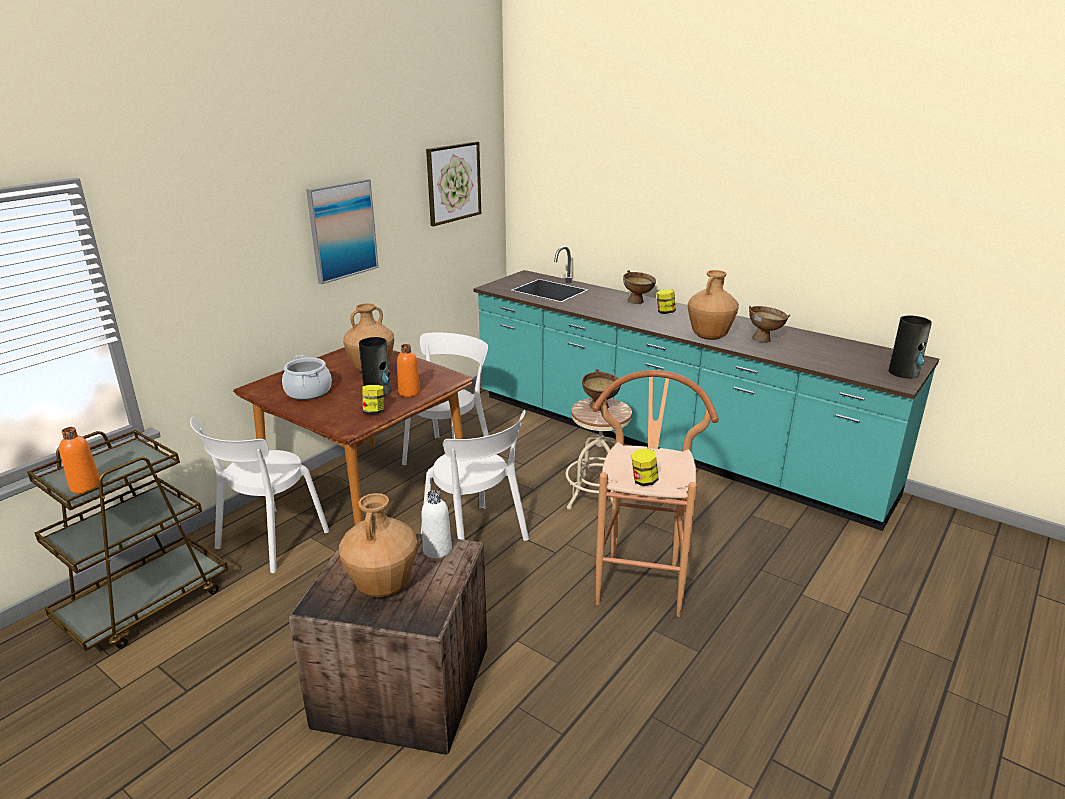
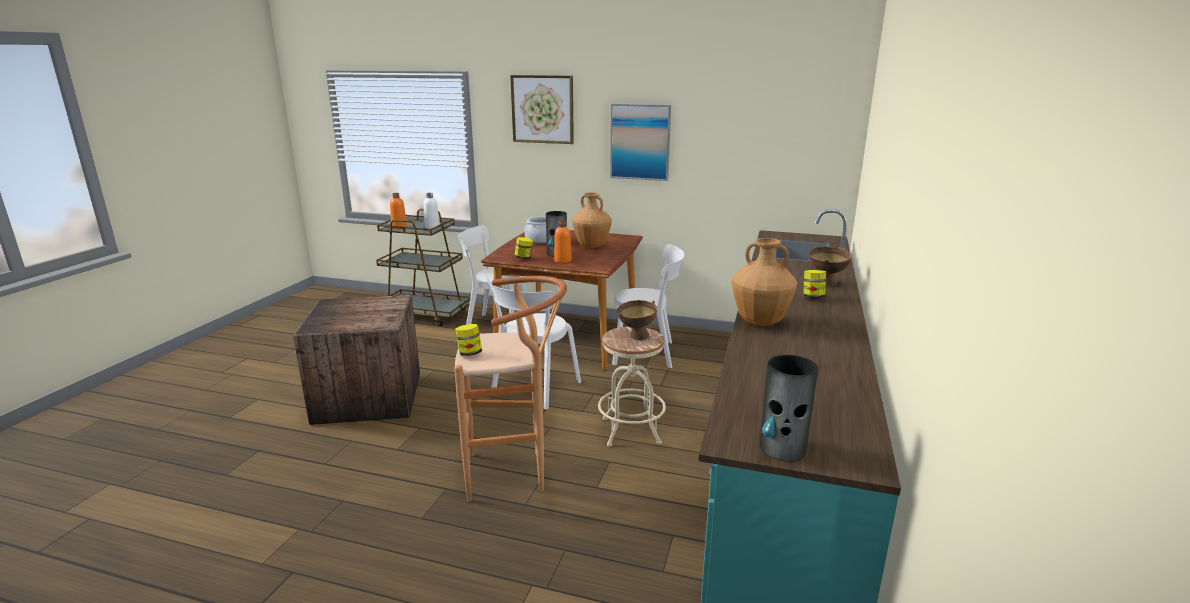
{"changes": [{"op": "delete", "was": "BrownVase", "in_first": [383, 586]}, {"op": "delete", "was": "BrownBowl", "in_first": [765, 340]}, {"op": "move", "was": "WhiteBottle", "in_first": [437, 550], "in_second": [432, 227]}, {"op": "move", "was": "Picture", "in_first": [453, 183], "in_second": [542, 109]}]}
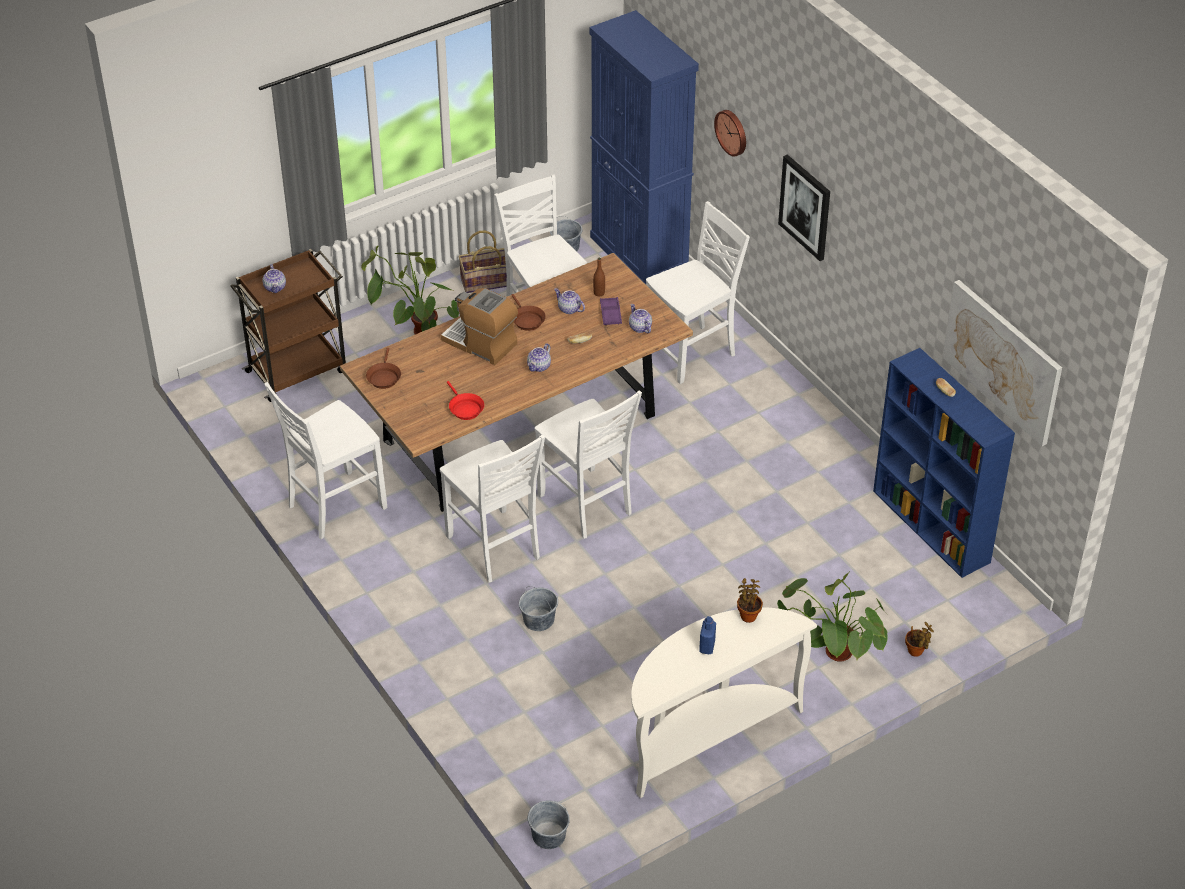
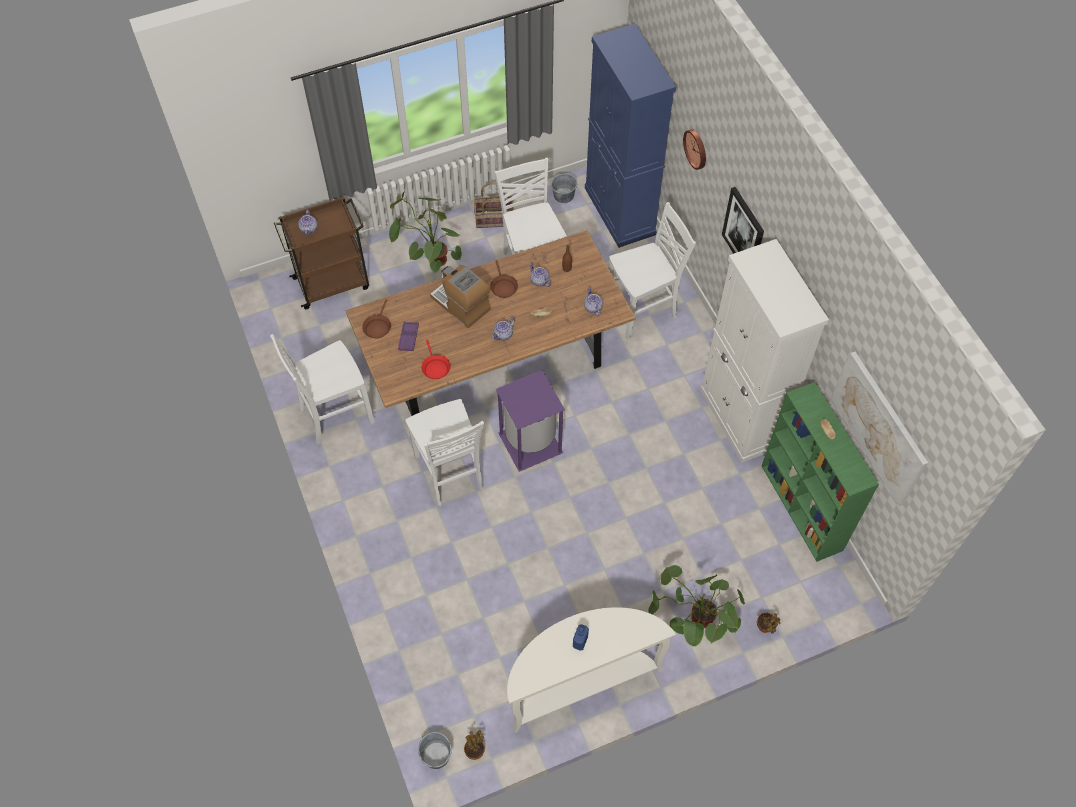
{"changes": [{"op": "delete", "was": "GreyBucket", "in_first": [539, 620]}, {"op": "insert", "now": "WhiteCabinet", "in_second": [740, 418]}, {"op": "move", "was": "PurpleTray", "in_first": [610, 314], "in_second": [408, 338]}, {"op": "move", "was": "PottedPlant", "in_first": [748, 615], "in_second": [475, 751]}, {"op": "replace", "was": "WhiteChair", "now": "PurpleTrashCan", "in_first": [586, 505], "in_second": [530, 444]}, {"op": "recolor", "was": "BlueBookcase", "now": "GreenBookcase", "in_first": [932, 527], "in_second": [802, 508]}]}
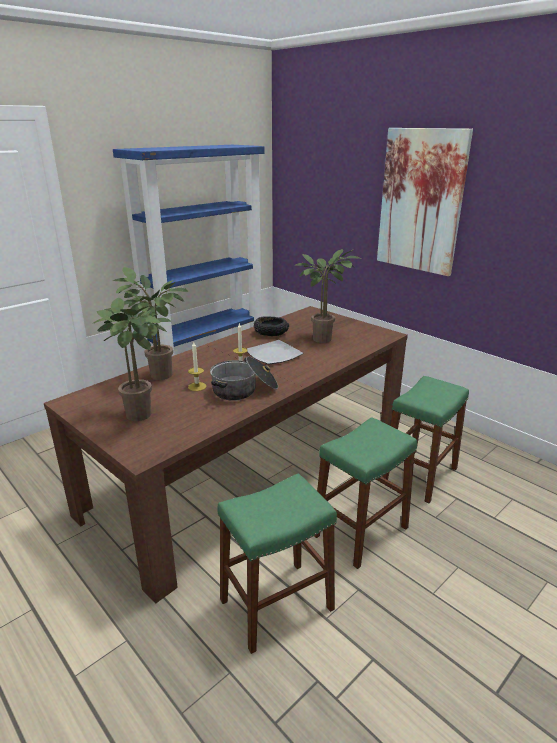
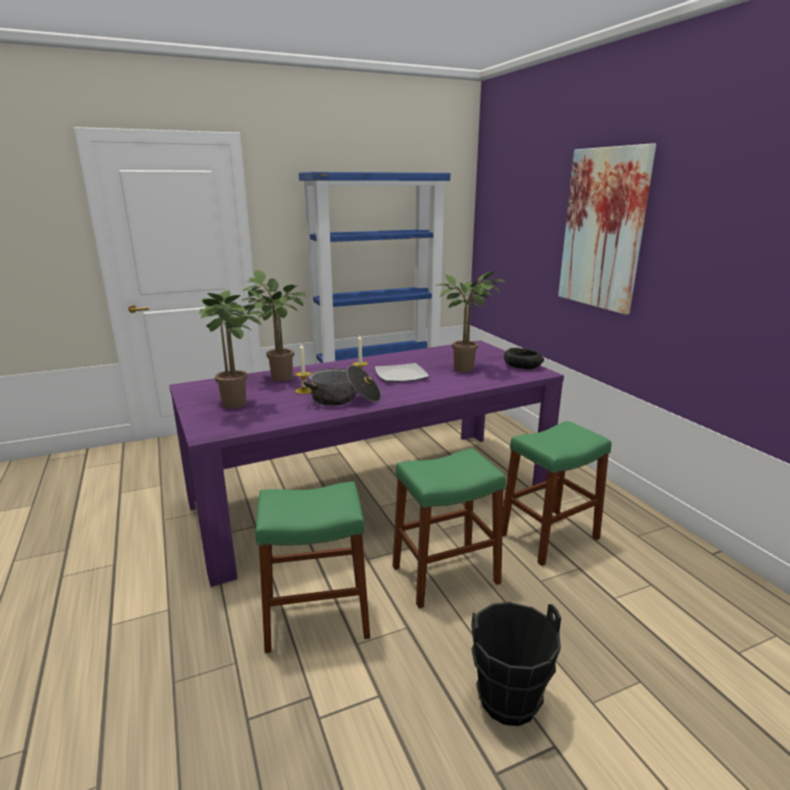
{"changes": [{"op": "insert", "now": "BlackBucket", "in_second": [509, 701]}, {"op": "move", "was": "BlackBowl", "in_first": [270, 333], "in_second": [522, 366]}, {"op": "recolor", "was": "BrownDiningTable", "now": "PurpleDiningTable", "in_first": [253, 467], "in_second": [373, 493]}]}
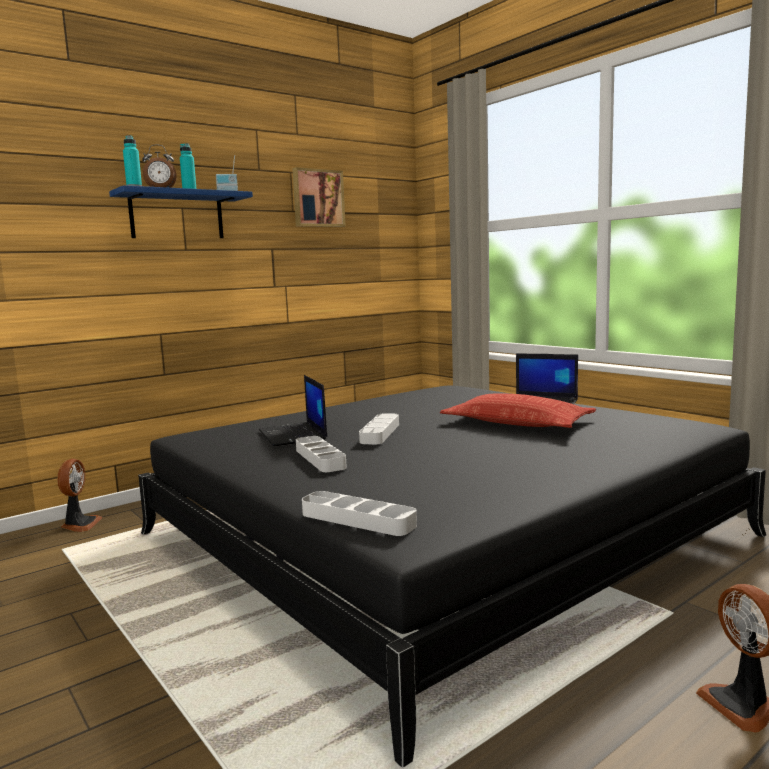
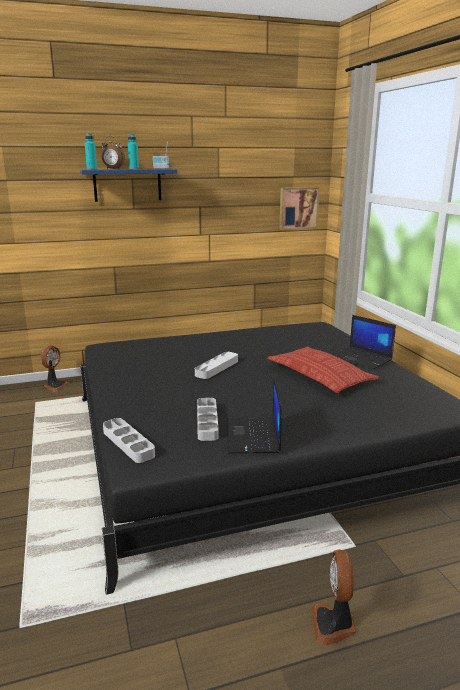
{"changes": [{"op": "move", "was": "Laptop", "in_first": [293, 435], "in_second": [253, 436]}, {"op": "move", "was": "Picture", "in_first": [317, 198], "in_second": [298, 208]}, {"op": "move", "was": "GreyTray", "in_first": [320, 458], "in_second": [207, 422]}]}
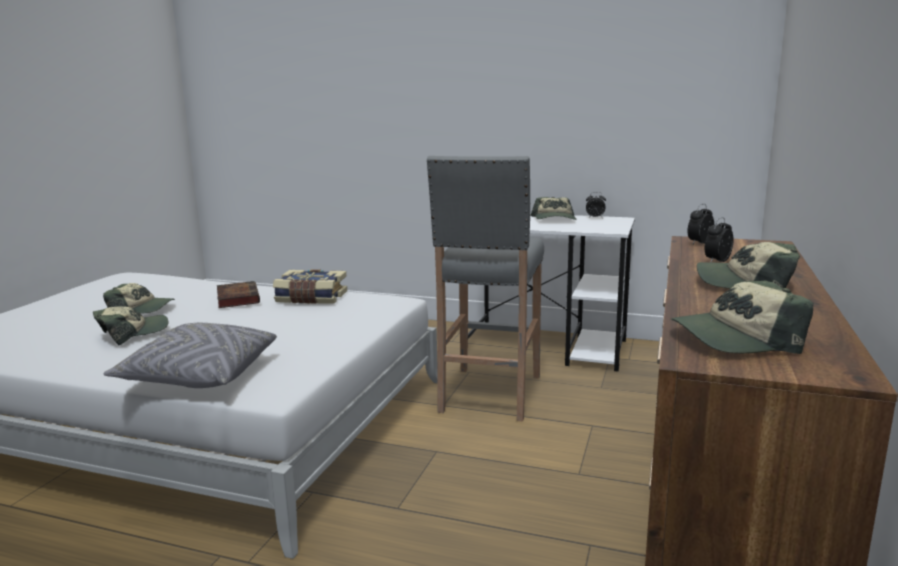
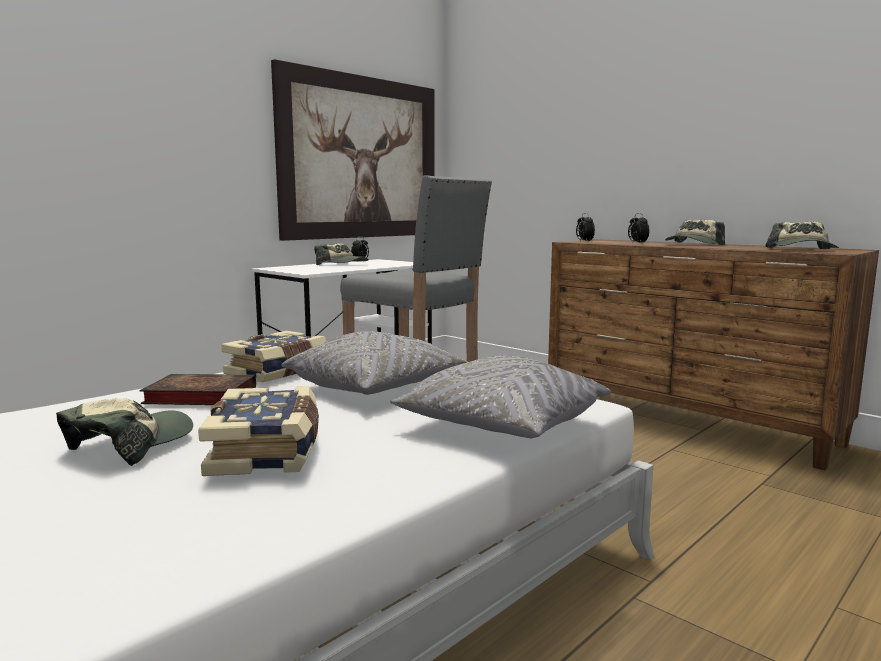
{"changes": [{"op": "insert", "now": "Picture", "in_second": [361, 158]}, {"op": "insert", "now": "GreyPillow", "in_second": [376, 389]}, {"op": "replace", "was": "Cap", "now": "Book", "in_first": [132, 333], "in_second": [268, 451]}]}
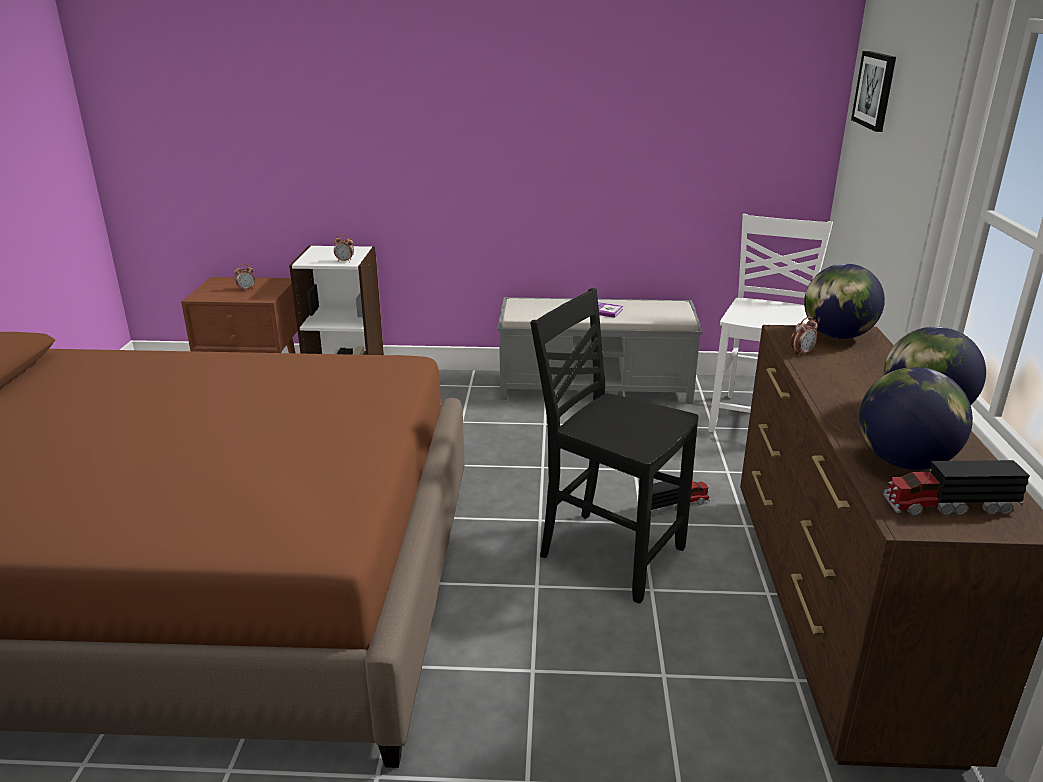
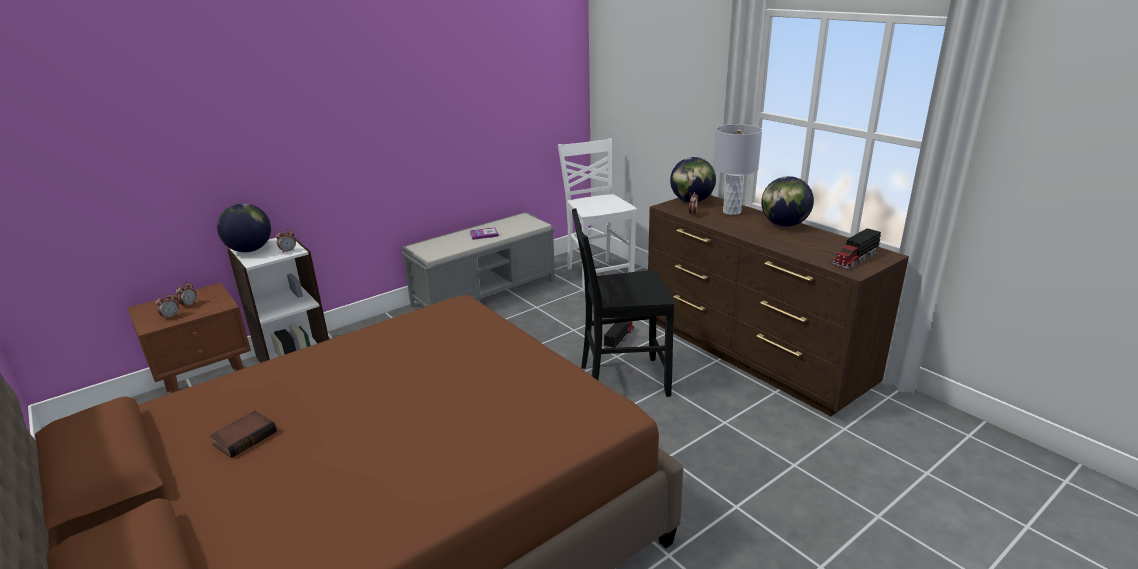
{"changes": [{"op": "delete", "was": "Picture", "in_first": [875, 90]}, {"op": "insert", "now": "AlarmClock", "in_second": [170, 317]}, {"op": "insert", "now": "Book", "in_second": [245, 437]}, {"op": "insert", "now": "GreyTableLamp", "in_second": [731, 212]}, {"op": "move", "was": "Globe", "in_first": [903, 462], "in_second": [250, 250]}]}
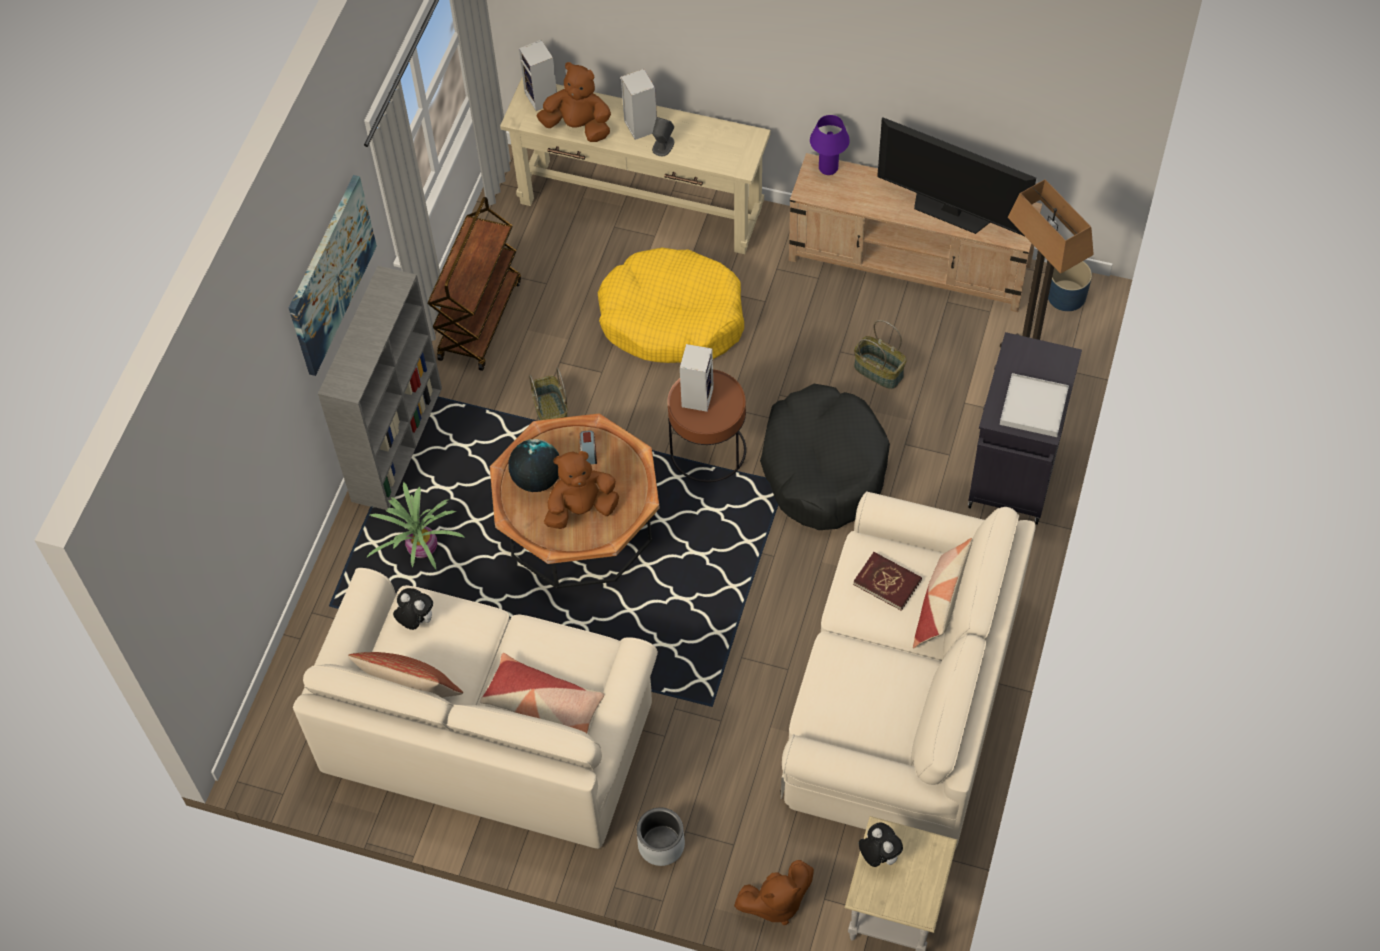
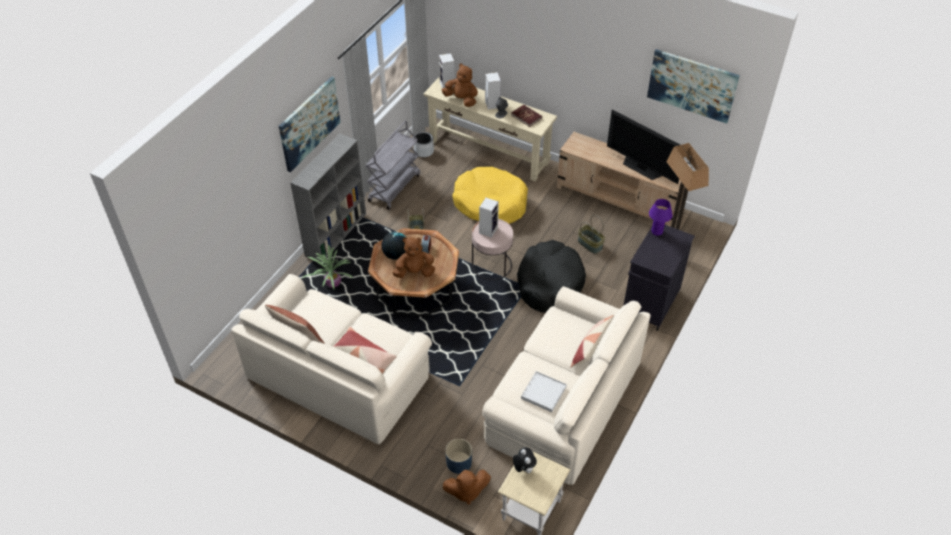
{"changes": [{"op": "delete", "was": "PlushToy", "in_first": [416, 620]}, {"op": "insert", "now": "Picture", "in_second": [692, 85]}, {"op": "move", "was": "GreyPlanter", "in_first": [661, 845], "in_second": [423, 151]}, {"op": "move", "was": "PurpleTableLamp", "in_first": [828, 168], "in_second": [657, 231]}, {"op": "move", "was": "RedBook", "in_first": [887, 582], "in_second": [526, 116]}, {"op": "move", "was": "WhiteTray", "in_first": [1033, 407], "in_second": [543, 392]}, {"op": "move", "was": "BluePlanter", "in_first": [1066, 296], "in_second": [458, 462]}, {"op": "recolor", "was": "BrownCart", "now": "GreyCart", "in_first": [479, 319], "in_second": [394, 187]}, {"op": "recolor", "was": "BrownSideTable", "now": "PinkSideTable", "in_first": [708, 450], "in_second": [491, 265]}]}
